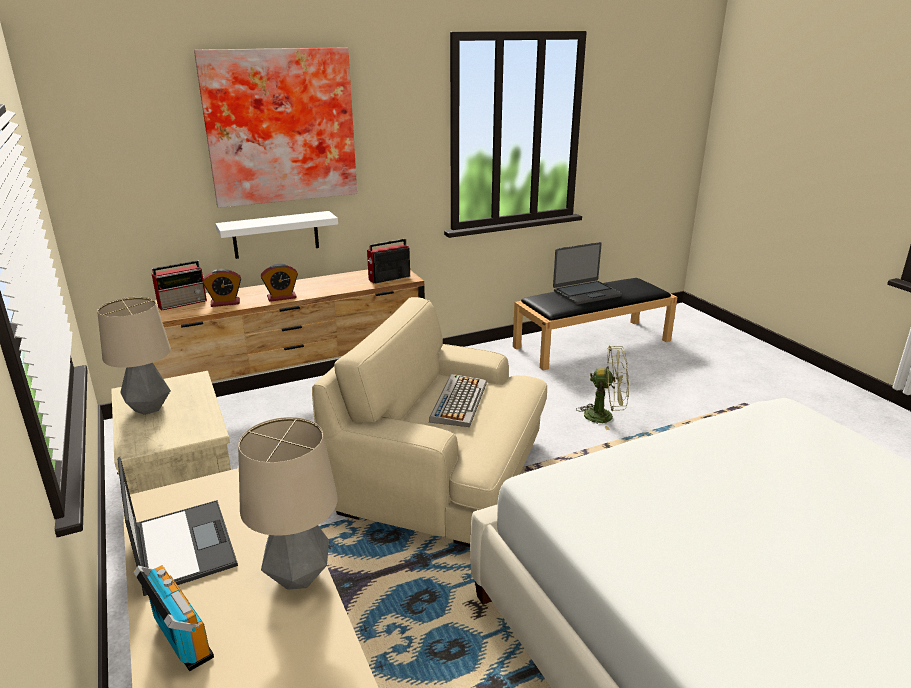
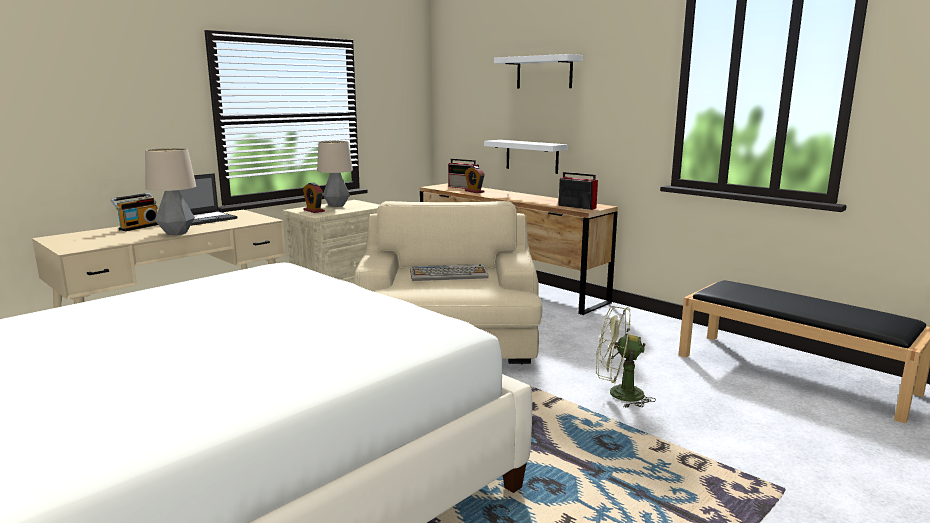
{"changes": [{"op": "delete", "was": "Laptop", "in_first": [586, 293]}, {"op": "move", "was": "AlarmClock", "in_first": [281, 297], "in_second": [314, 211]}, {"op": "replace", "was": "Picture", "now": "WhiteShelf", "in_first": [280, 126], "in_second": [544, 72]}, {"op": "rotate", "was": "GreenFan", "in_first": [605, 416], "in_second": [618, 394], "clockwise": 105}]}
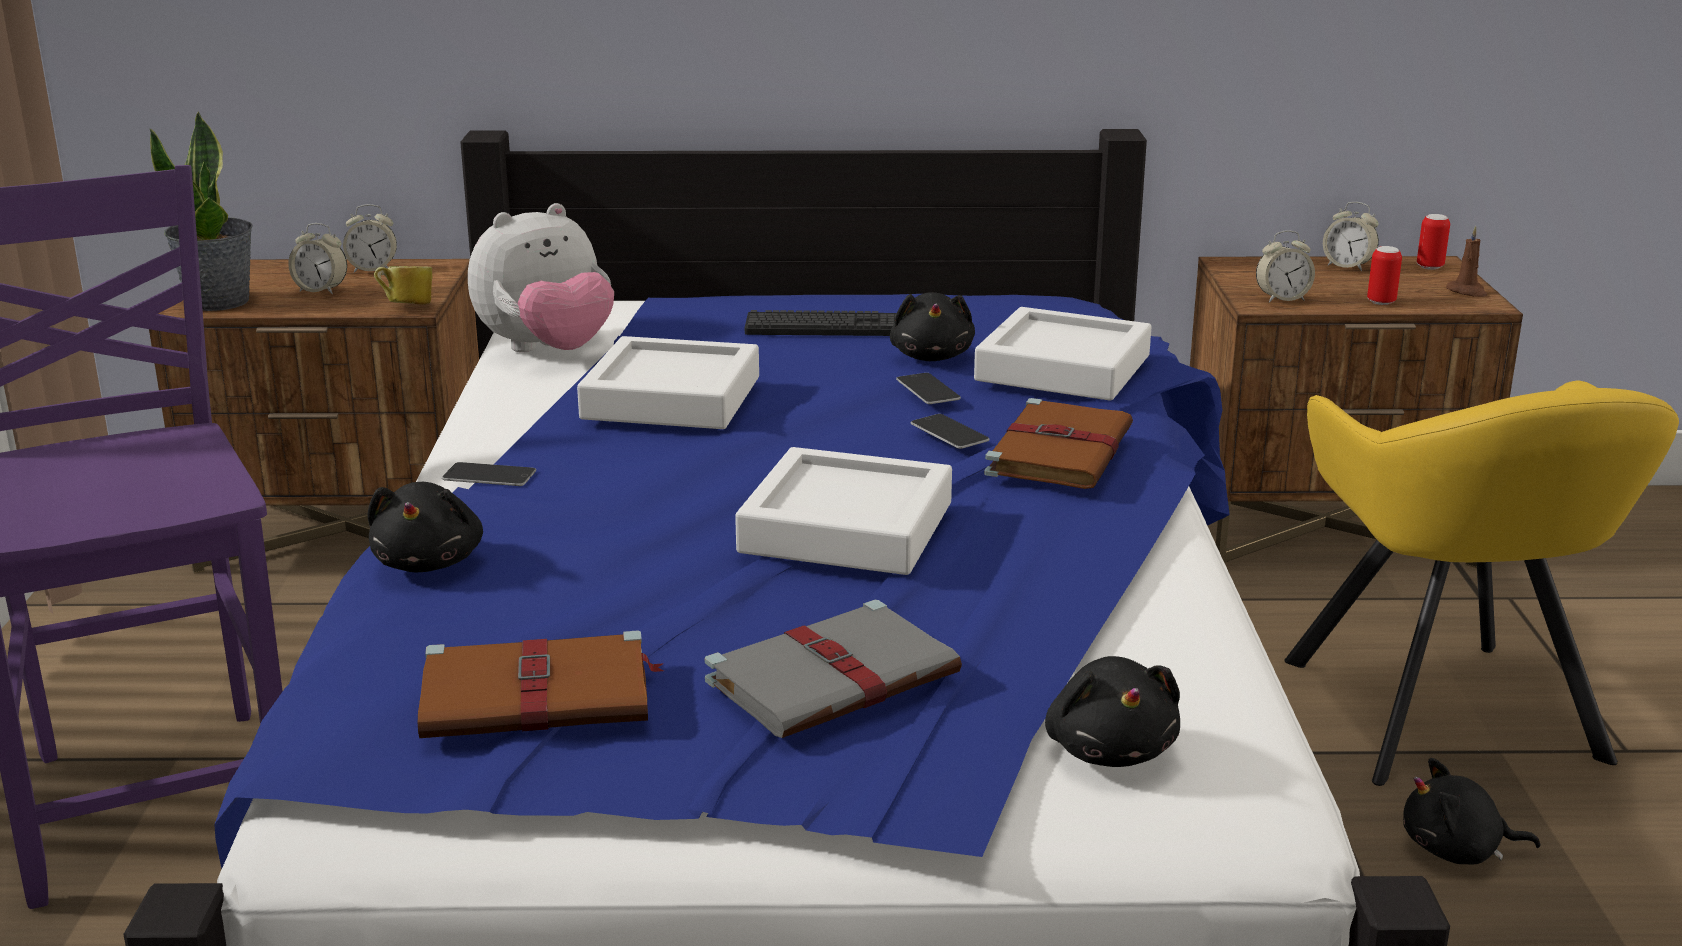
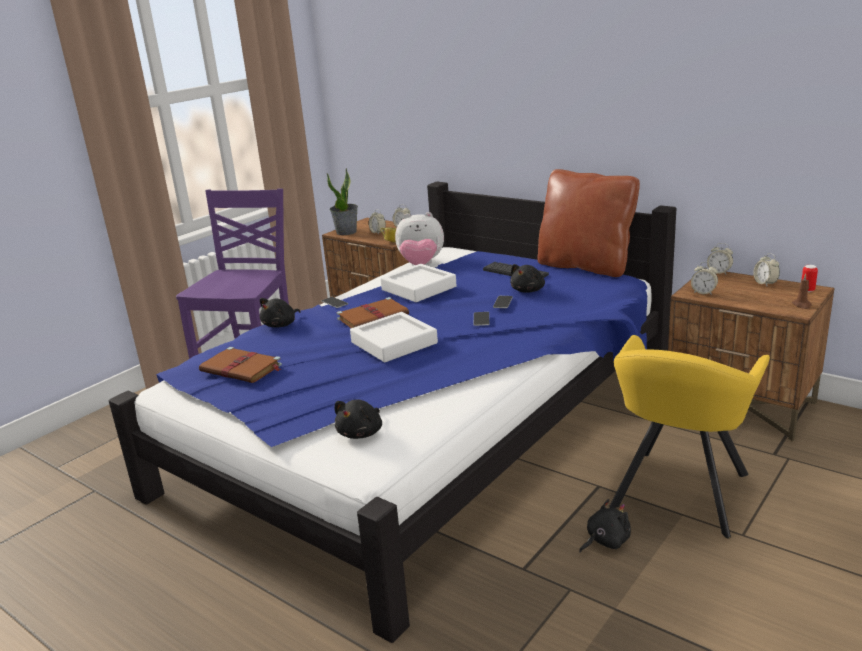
{"changes": [{"op": "delete", "was": "GreyBook", "in_first": [836, 676]}, {"op": "delete", "was": "WhiteTray", "in_first": [1063, 368]}, {"op": "delete", "was": "Can", "in_first": [1381, 302]}, {"op": "insert", "now": "BrownPillow", "in_second": [585, 266]}, {"op": "insert", "now": "AlarmClock", "in_second": [719, 272]}, {"op": "move", "was": "BrownBook", "in_first": [1060, 450], "in_second": [374, 316]}, {"op": "rotate", "was": "BlackPlushToy", "in_first": [1457, 851], "in_second": [605, 541], "clockwise": 105}]}
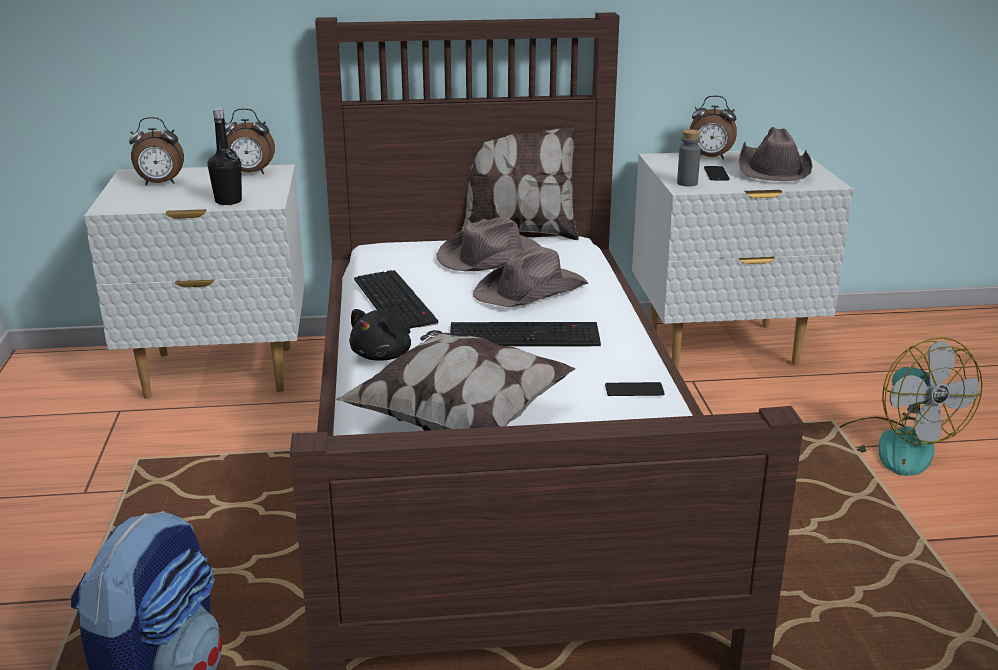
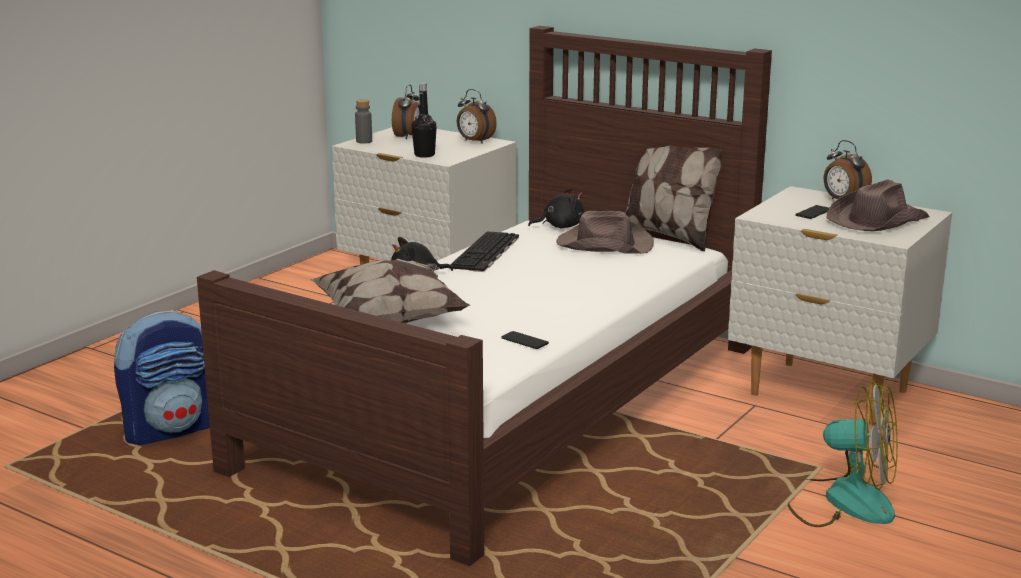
{"changes": [{"op": "delete", "was": "Keyboard", "in_first": [526, 335]}, {"op": "delete", "was": "BrownHat", "in_first": [532, 291]}, {"op": "insert", "now": "BlackPlushToy", "in_second": [560, 226]}, {"op": "move", "was": "GreyBottle", "in_first": [687, 183], "in_second": [364, 141]}, {"op": "rotate", "was": "AlarmClock", "in_first": [160, 184], "in_second": [408, 137], "clockwise": -105}, {"op": "rotate", "was": "Fan", "in_first": [893, 445], "in_second": [841, 501], "clockwise": -90}]}
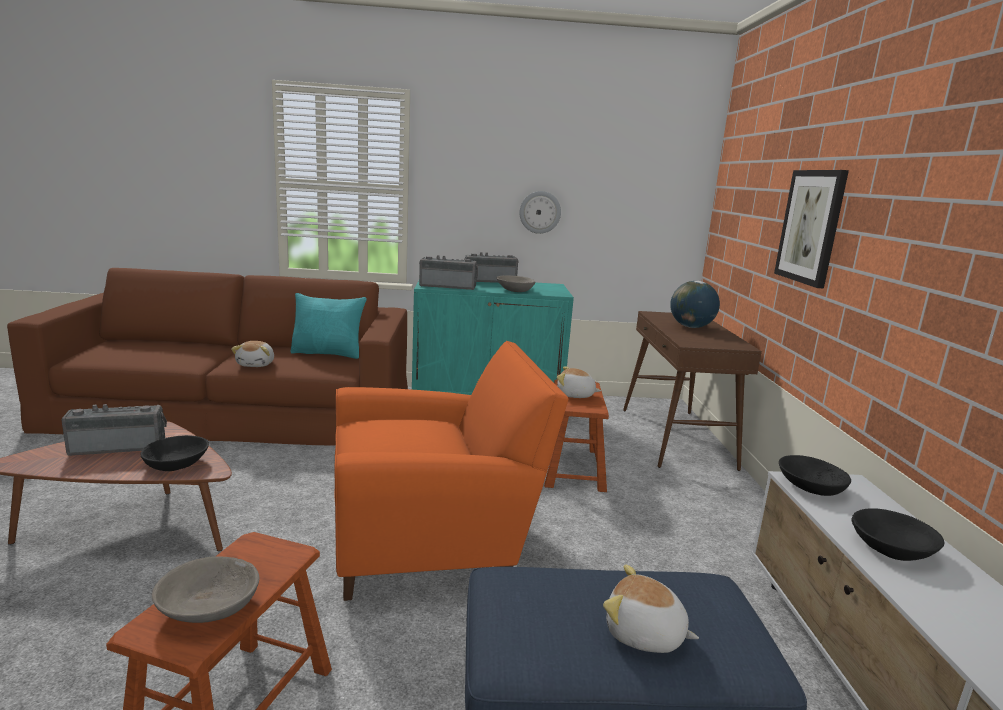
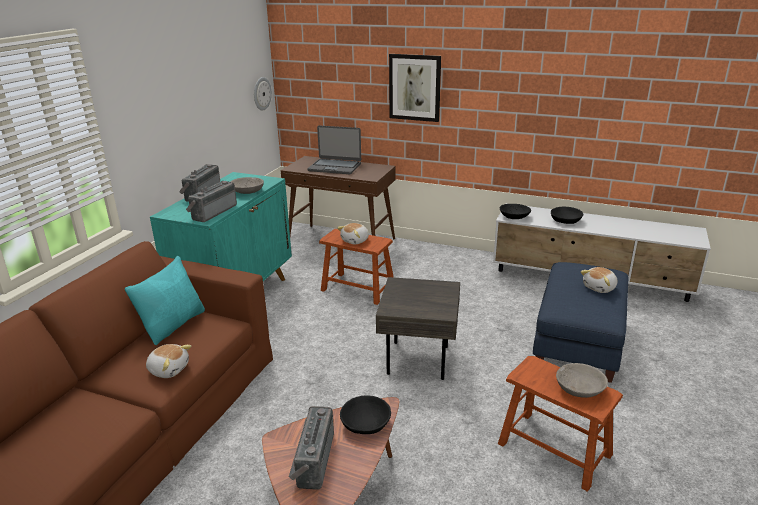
{"changes": [{"op": "move", "was": "WallClock", "in_first": [540, 212], "in_second": [261, 93]}, {"op": "replace", "was": "OrangeArmchair", "now": "GreySideTable", "in_first": [434, 540], "in_second": [420, 359]}, {"op": "replace", "was": "Globe", "now": "Laptop", "in_first": [691, 327], "in_second": [335, 167]}]}
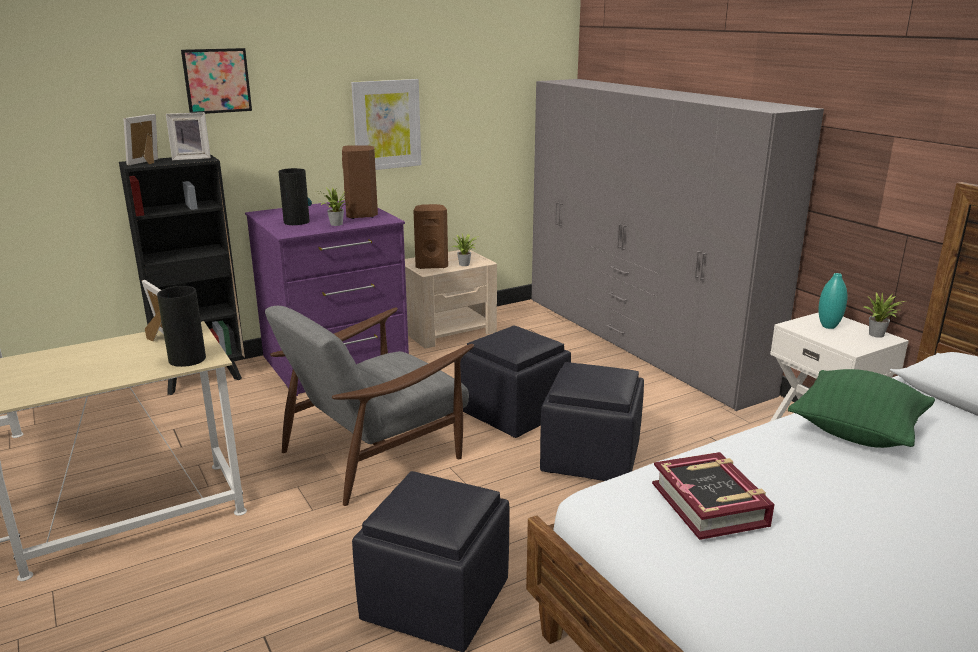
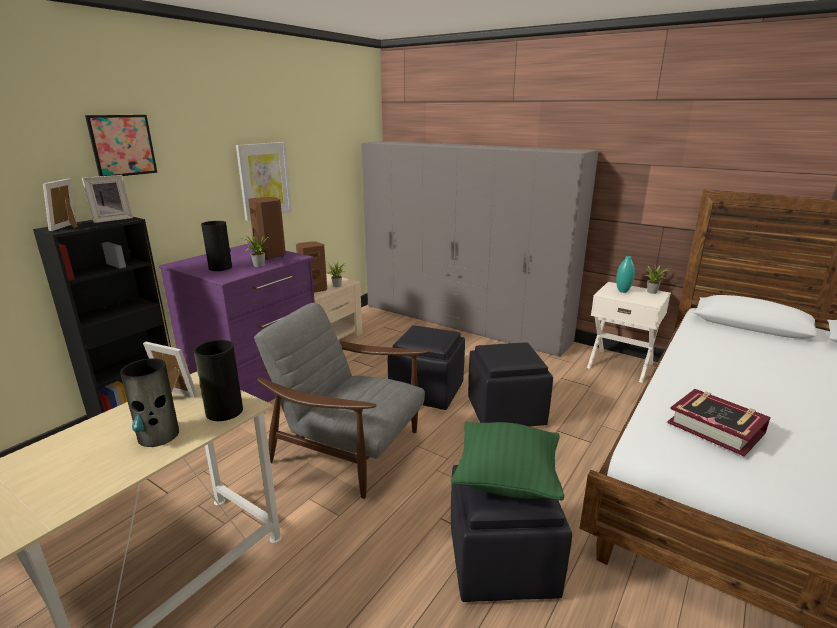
{"changes": [{"op": "insert", "now": "Vase", "in_second": [158, 435]}, {"op": "move", "was": "GreenPillow", "in_first": [856, 432], "in_second": [507, 480]}, {"op": "rotate", "was": "GreyArmchair", "in_first": [375, 451], "in_second": [349, 448], "clockwise": 90}]}
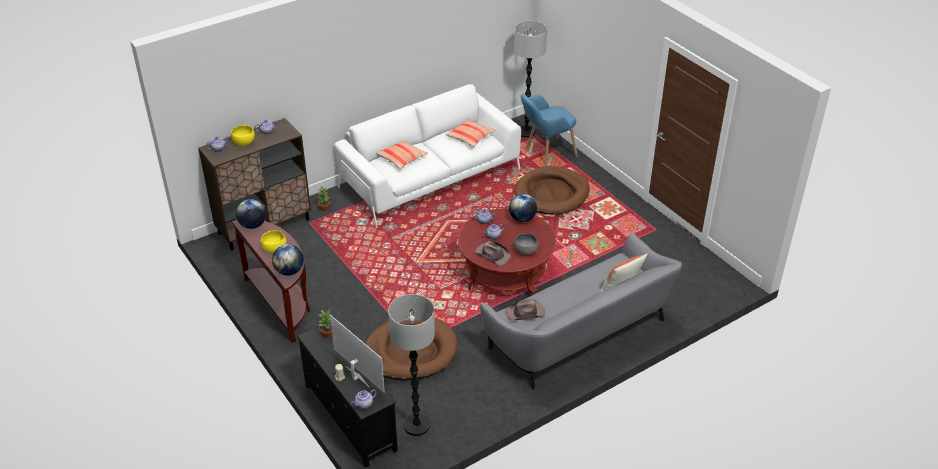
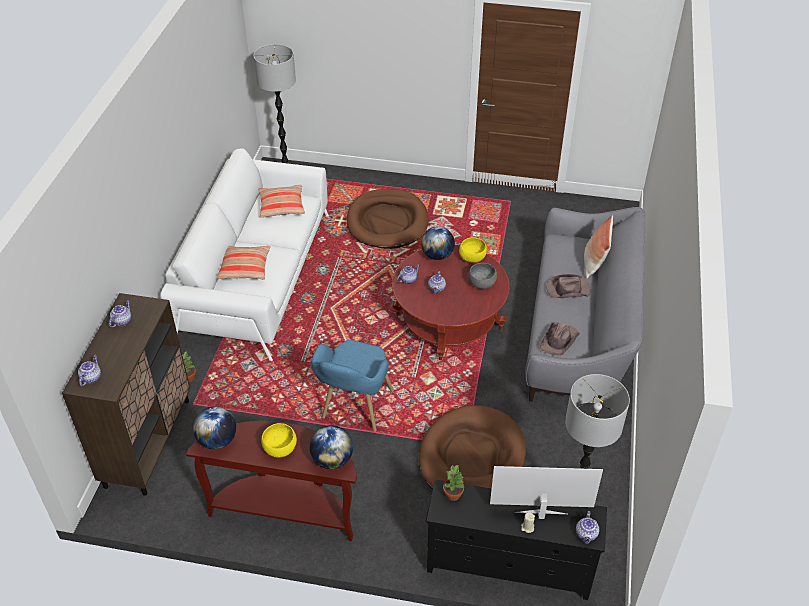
{"changes": [{"op": "move", "was": "YellowBowl", "in_first": [243, 142], "in_second": [472, 258]}, {"op": "move", "was": "BrownHat", "in_first": [492, 254], "in_second": [567, 289]}, {"op": "move", "was": "BlueArmchair", "in_first": [545, 154], "in_second": [354, 412]}]}
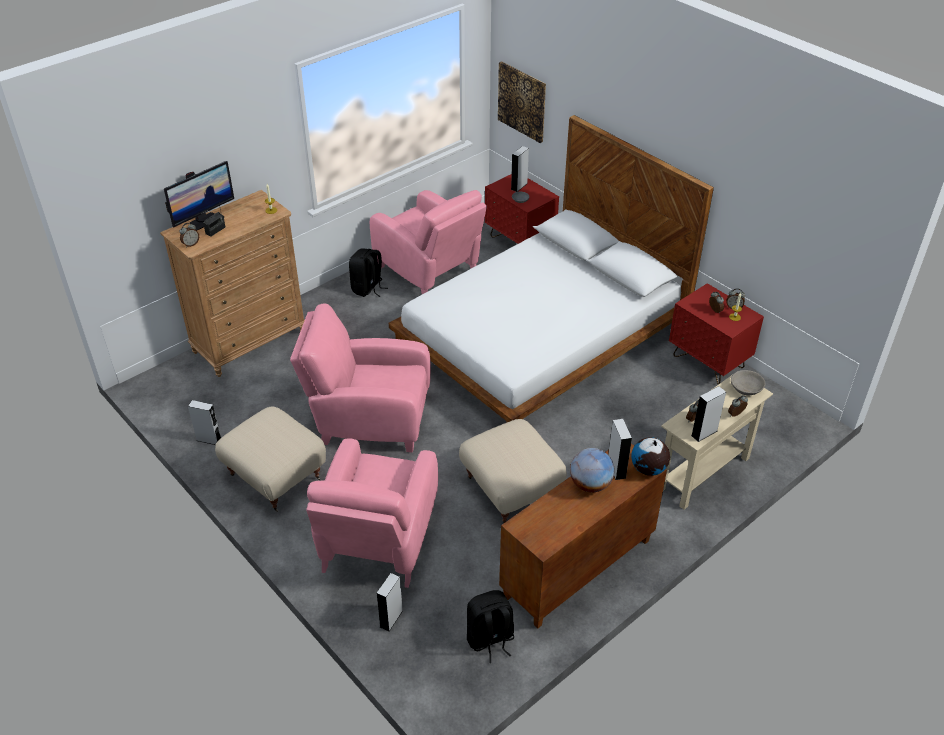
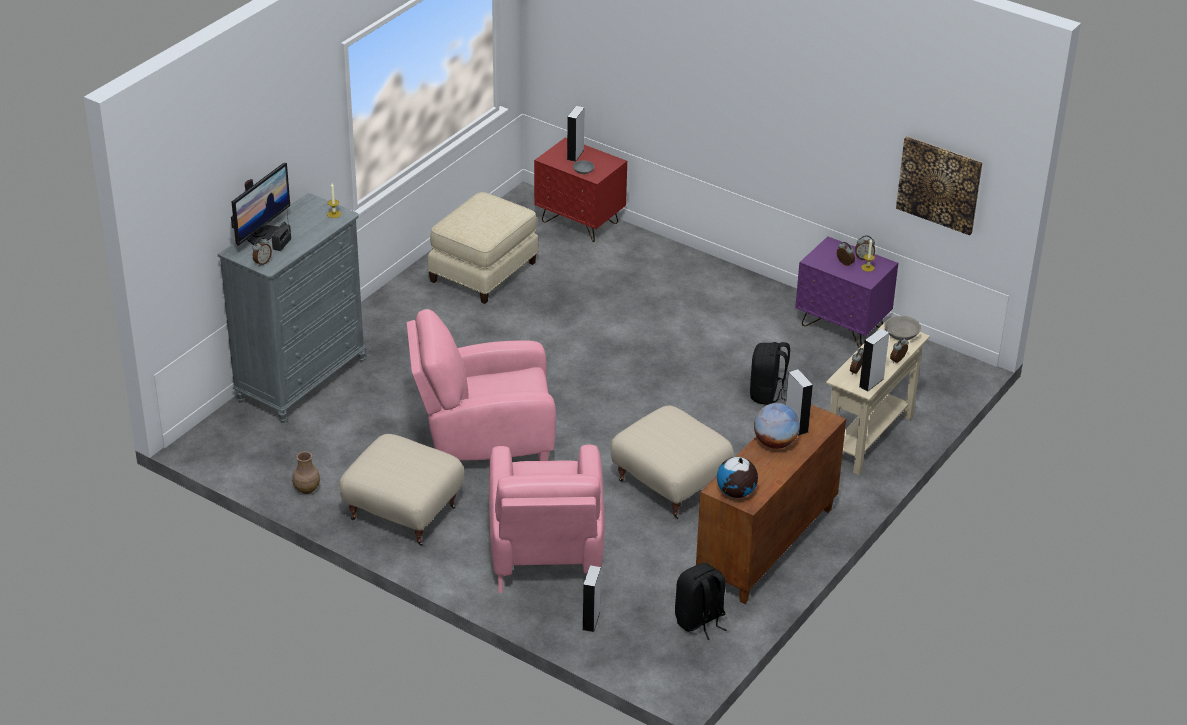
{"changes": [{"op": "delete", "was": "WhiteBed", "in_first": [541, 338]}, {"op": "move", "was": "BlackBackpack", "in_first": [368, 289], "in_second": [768, 394]}, {"op": "move", "was": "Picture", "in_first": [522, 101], "in_second": [939, 184]}, {"op": "move", "was": "Globe", "in_first": [648, 469], "in_second": [736, 493]}, {"op": "replace", "was": "GreySpeaker", "now": "BrownVase", "in_first": [209, 439], "in_second": [306, 489]}, {"op": "replace", "was": "PinkArmchair", "now": "BeigeOttoman", "in_first": [429, 272], "in_second": [484, 272]}, {"op": "recolor", "was": "BrownDresser", "now": "GreyDresser", "in_first": [250, 342], "in_second": [301, 380]}, {"op": "recolor", "was": "RedNightstand", "now": "PurpleNightstand", "in_first": [708, 362], "in_second": [842, 326]}]}
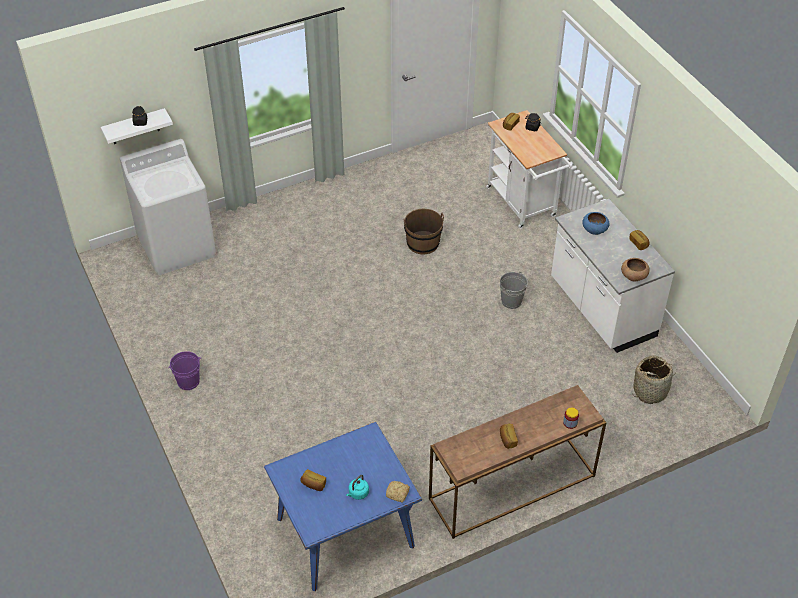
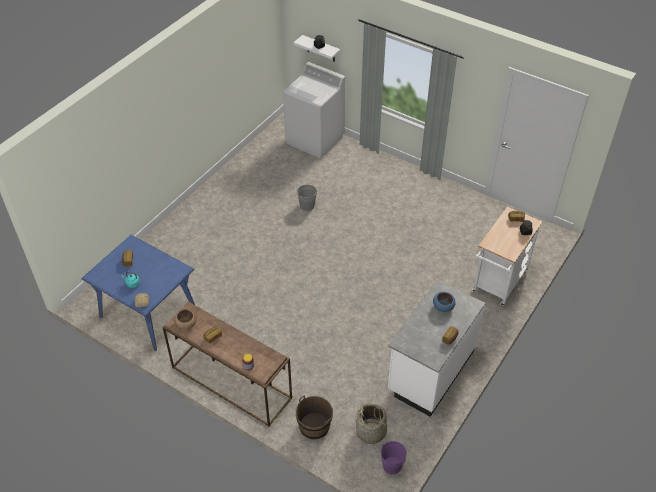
{"changes": [{"op": "move", "was": "PurpleBucket", "in_first": [188, 381], "in_second": [392, 465]}, {"op": "move", "was": "BrownBucket", "in_first": [423, 243], "in_second": [314, 426]}, {"op": "move", "was": "GreyBucket", "in_first": [511, 301], "in_second": [307, 205]}, {"op": "move", "was": "BrownBowl", "in_first": [633, 276], "in_second": [186, 324]}]}
